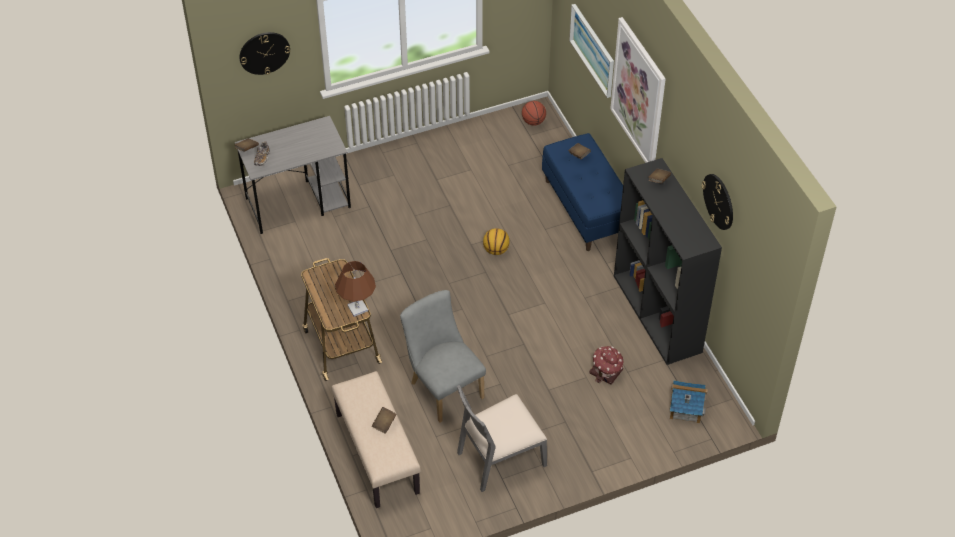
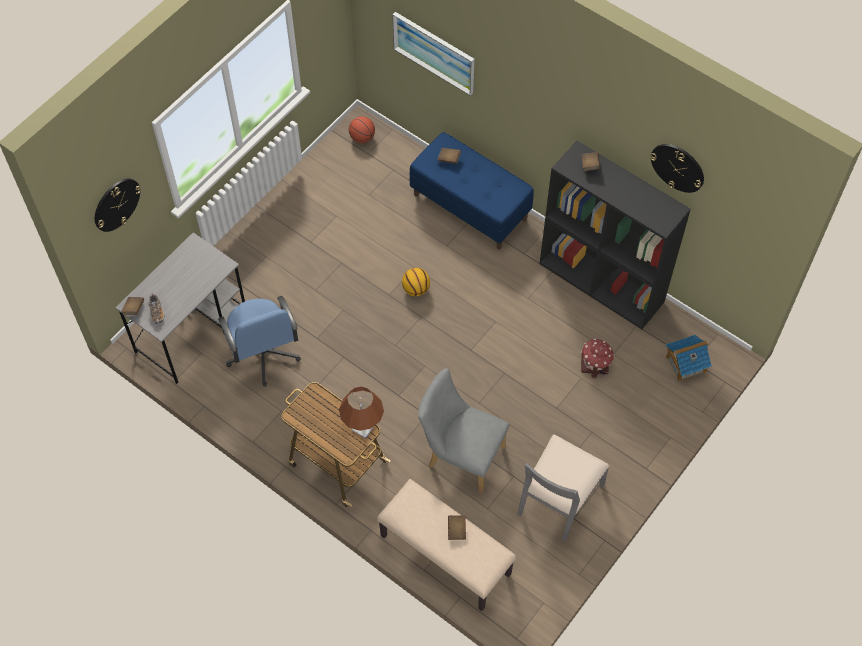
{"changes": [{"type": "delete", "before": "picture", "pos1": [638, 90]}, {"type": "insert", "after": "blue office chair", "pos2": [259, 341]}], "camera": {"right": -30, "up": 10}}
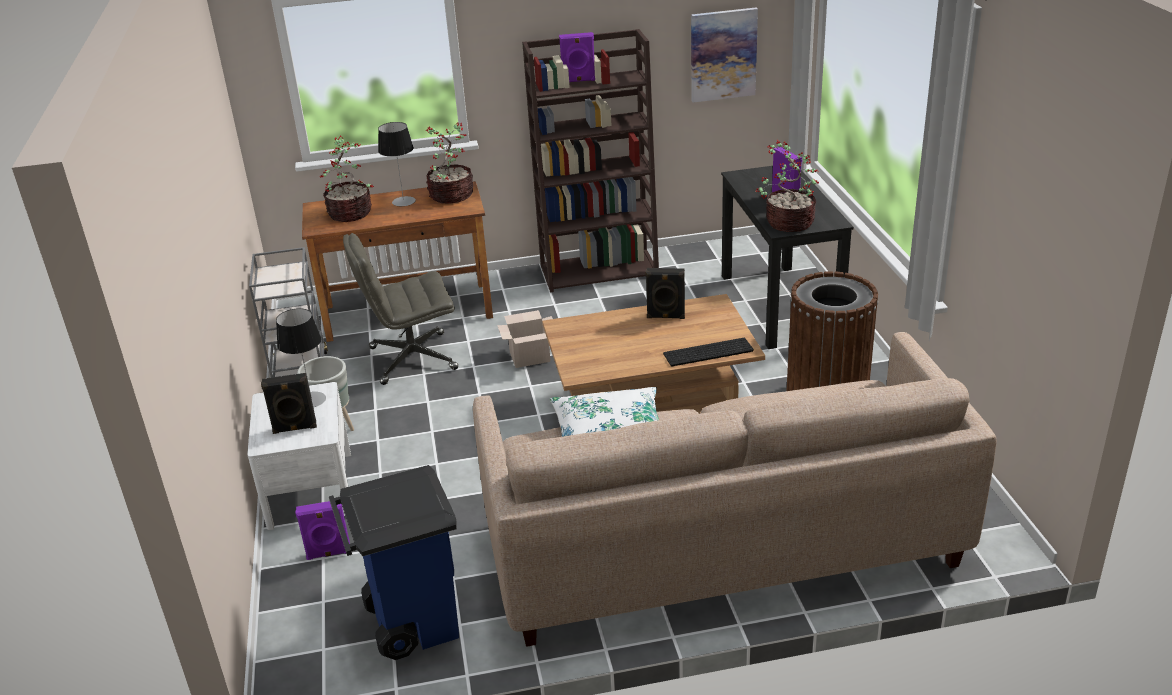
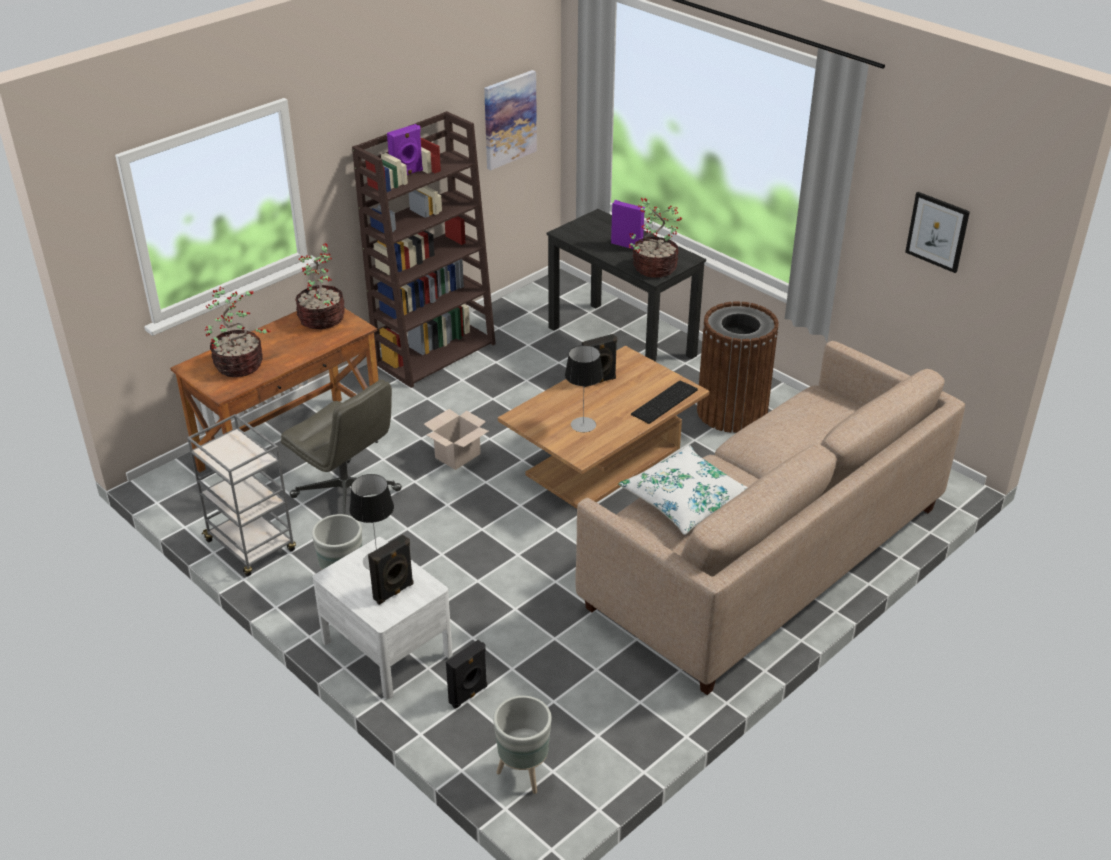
{"changes": [{"type": "delete", "before": "blue trash can", "pos1": [394, 562]}, {"type": "insert", "after": "grey planter", "pos2": [522, 745]}, {"type": "insert", "after": "picture", "pos2": [937, 232]}, {"type": "move", "before": "table lamp", "pos1": [397, 164], "pos2": [584, 388]}, {"type": "recolor", "before": "purple speaker", "after": "black speaker", "pos1": [322, 530], "pos2": [466, 674]}, {"type": "rotate", "before": "grey office chair", "pos1": [400, 309], "pos2": [341, 447], "turn": -90}], "camera": {"right": -35, "up": 5}}
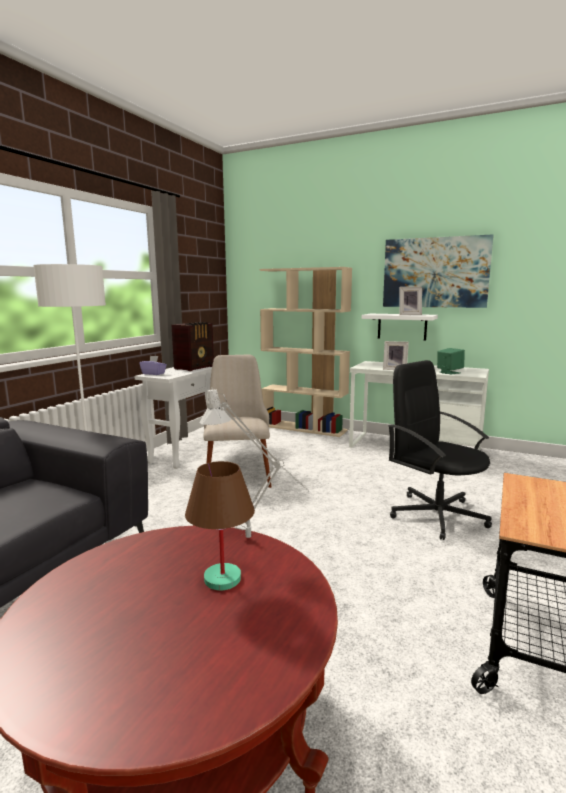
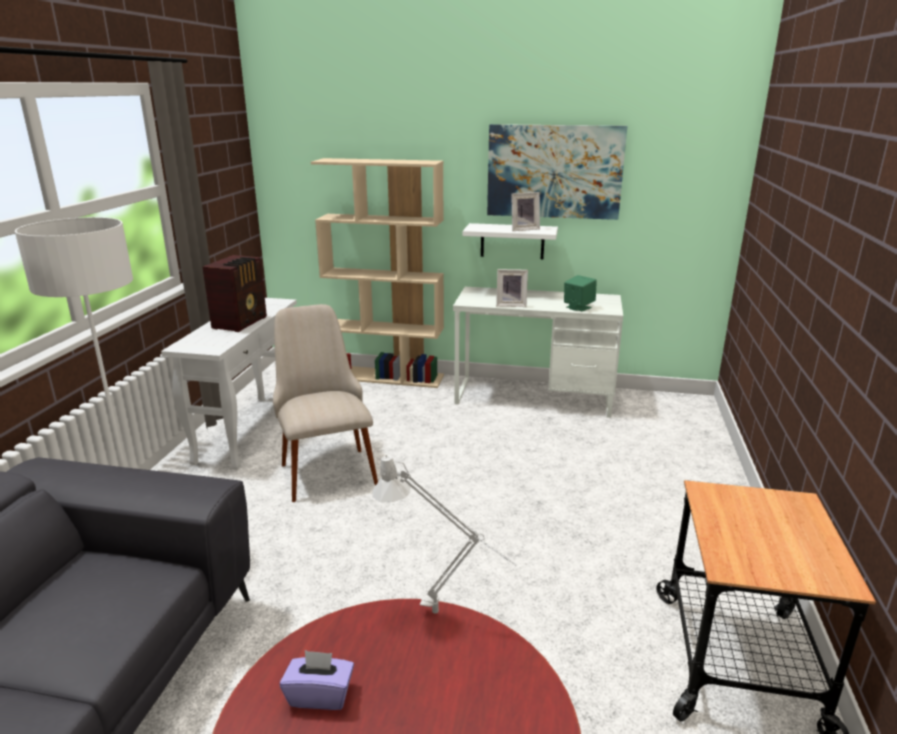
{"changes": [{"type": "delete", "before": "brown table lamp", "pos1": [220, 526]}, {"type": "delete", "before": "black office chair", "pos1": [440, 450]}, {"type": "move", "before": "purple tissue box", "pos1": [153, 365], "pos2": [317, 680]}], "camera": {"right": -15, "up": 10}}
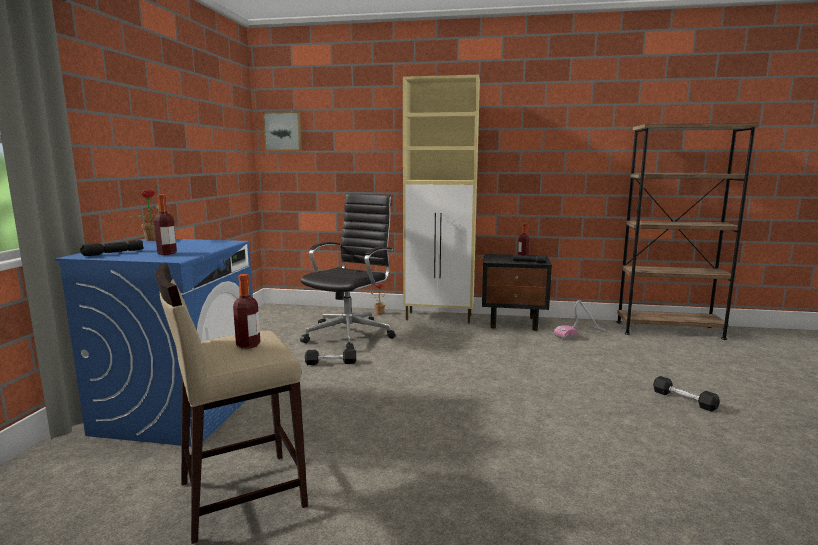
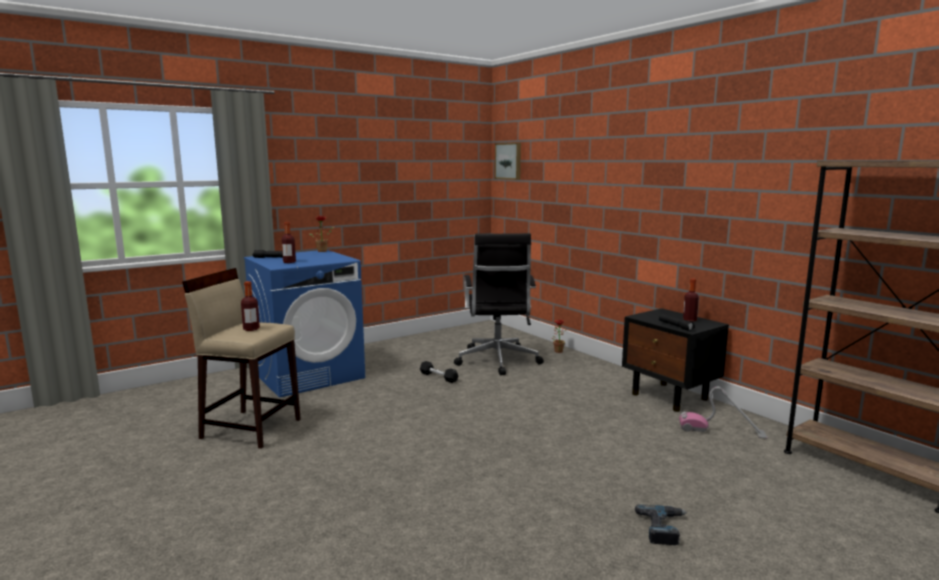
{"changes": [{"type": "delete", "before": "beige cabinet", "pos1": [441, 199]}, {"type": "replace", "before": "black dumbbell", "after": "power drill", "pos1": [686, 393], "pos2": [661, 524]}, {"type": "rotate", "before": "black office chair", "pos1": [348, 271], "pos2": [499, 304], "turn": 105}], "camera": {"right": 45, "up": 0}}
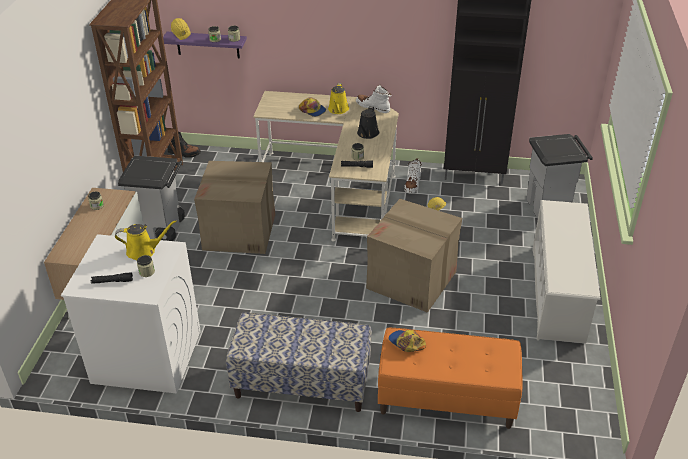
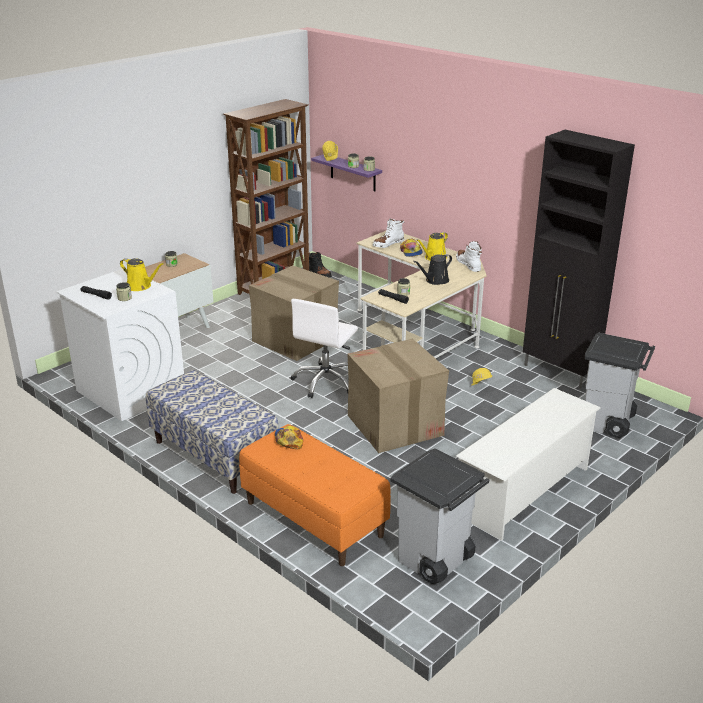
{"changes": [{"type": "insert", "after": "white office chair", "pos2": [324, 348]}, {"type": "move", "before": "grey trash can", "pos1": [151, 198], "pos2": [440, 516]}, {"type": "move", "before": "white boot", "pos1": [413, 175], "pos2": [389, 233]}], "camera": {"right": 35, "up": -10}}
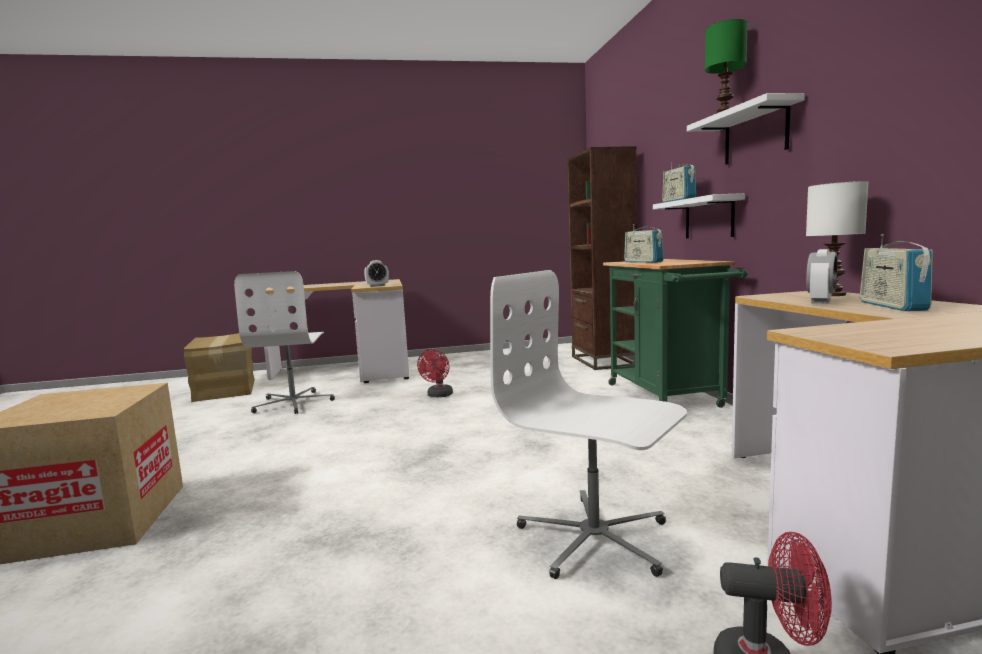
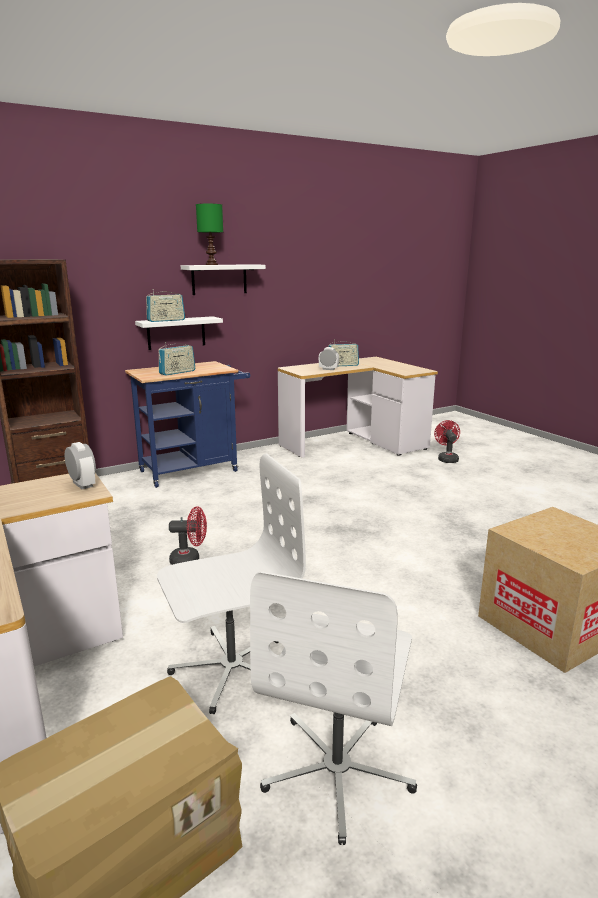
{"changes": [{"type": "delete", "before": "white table lamp", "pos1": [837, 238]}, {"type": "move", "before": "white office chair", "pos1": [588, 424], "pos2": [333, 708]}, {"type": "recolor", "before": "green cart", "after": "blue cart", "pos1": [675, 333], "pos2": [187, 424]}], "camera": {"right": -110, "up": 10}}
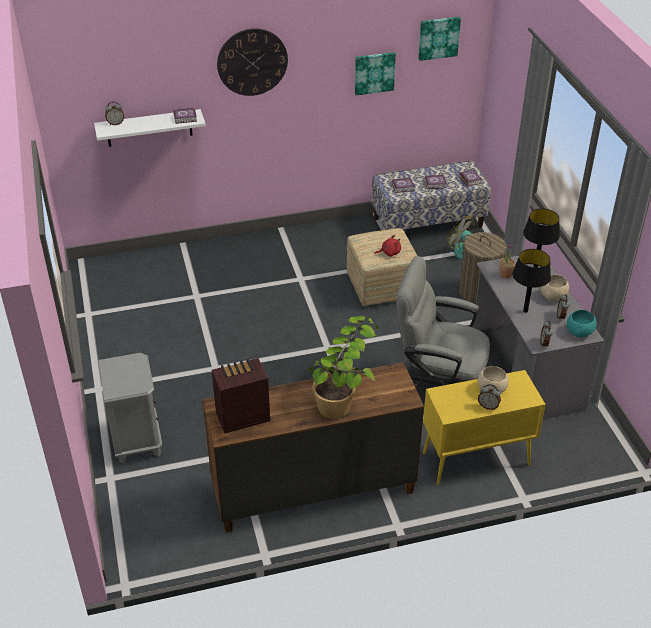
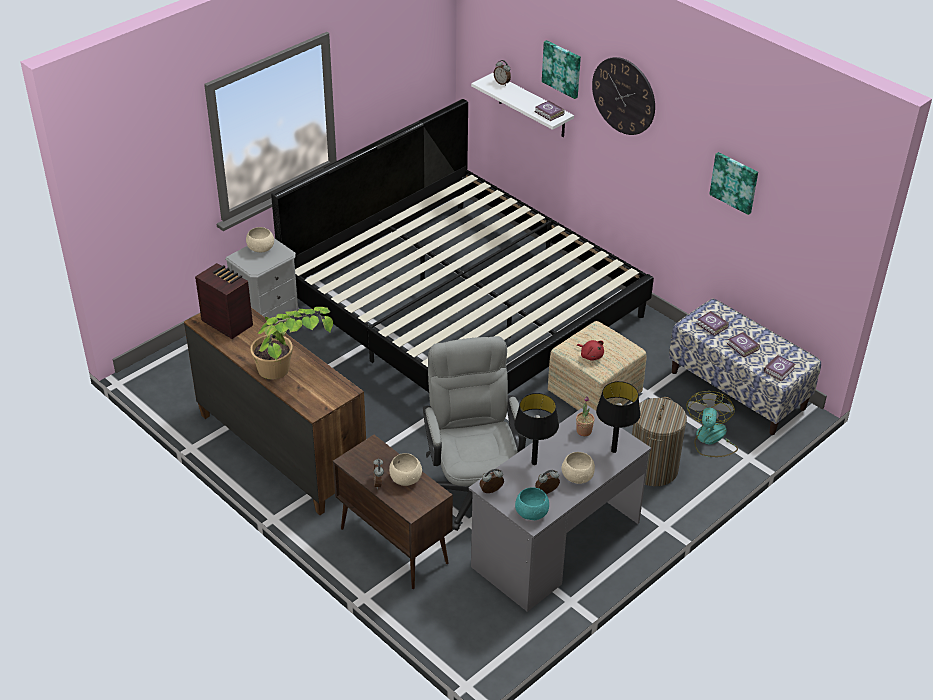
{"changes": [{"type": "insert", "after": "beige bowl", "pos2": [260, 240]}, {"type": "insert", "after": "bed", "pos2": [462, 246]}, {"type": "move", "before": "picture", "pos1": [439, 39], "pos2": [561, 69]}, {"type": "recolor", "before": "yellow cabinet", "after": "brown cabinet", "pos1": [484, 427], "pos2": [393, 512]}], "camera": {"right": 60, "up": 0}}
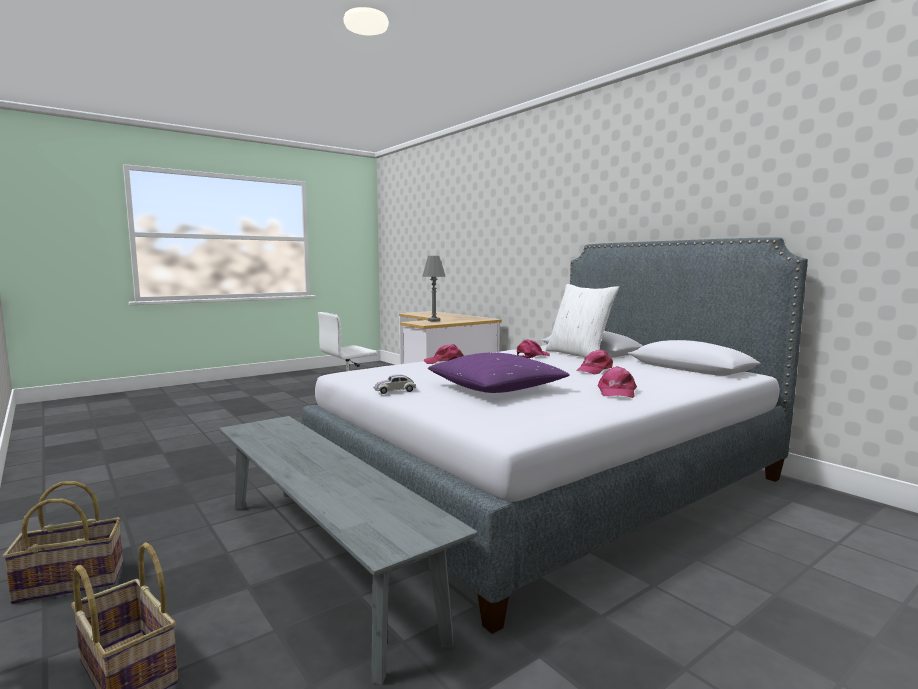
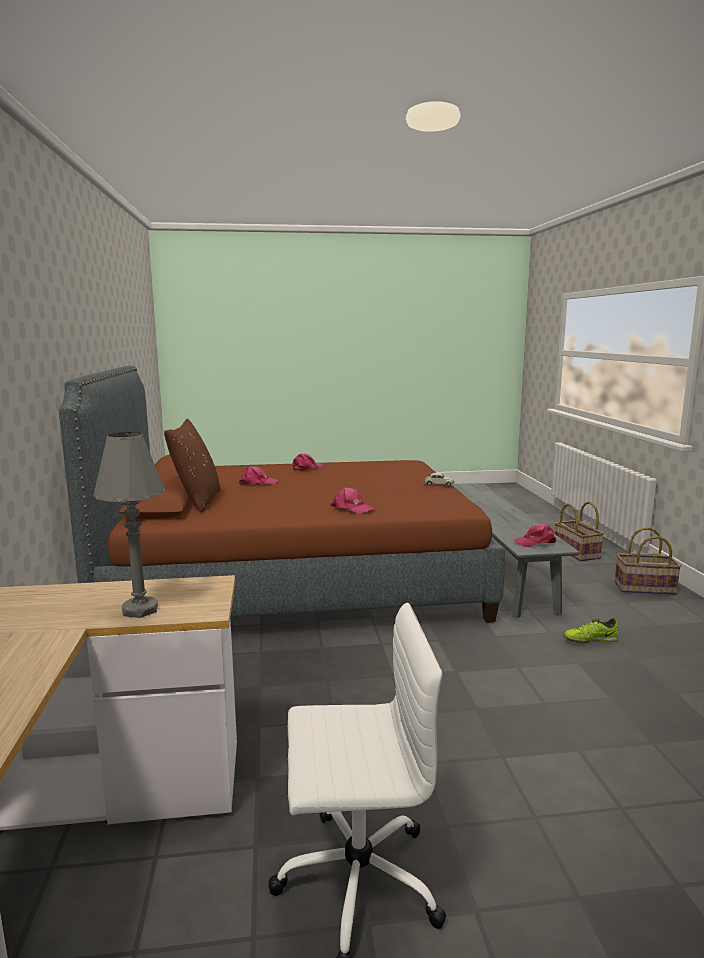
{"changes": [{"type": "delete", "before": "purple pillow", "pos1": [499, 372]}, {"type": "insert", "after": "shoe", "pos2": [590, 630]}, {"type": "move", "before": "pink cap", "pos1": [533, 348], "pos2": [535, 535]}, {"type": "recolor", "before": "grey bed", "after": "brown bed", "pos1": [555, 435], "pos2": [282, 494]}, {"type": "recolor", "before": "white pillow", "after": "brown pillow", "pos1": [582, 320], "pos2": [192, 466]}], "camera": {"right": -150, "up": 5}}
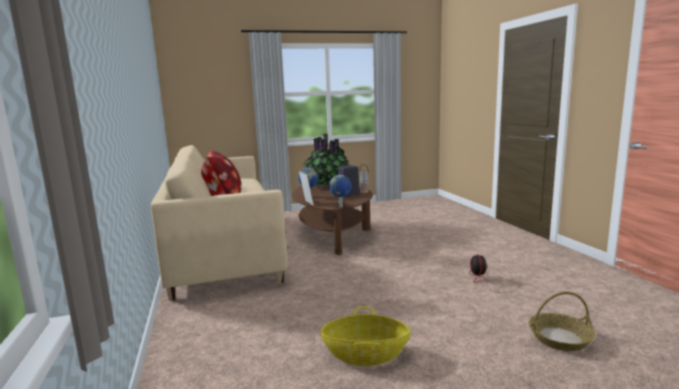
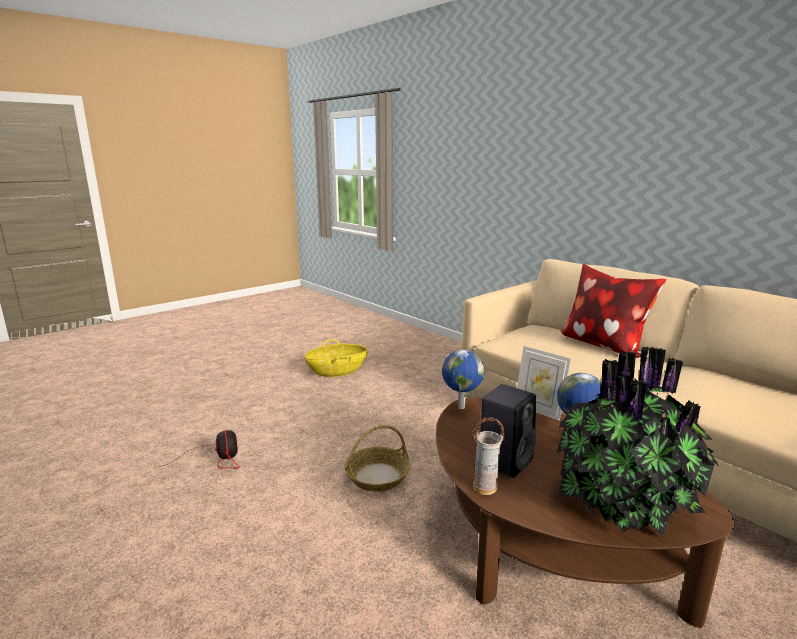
{"changes": [{"type": "move", "before": "basket", "pos1": [562, 321], "pos2": [377, 458]}], "camera": {"right": 155, "up": 5}}
